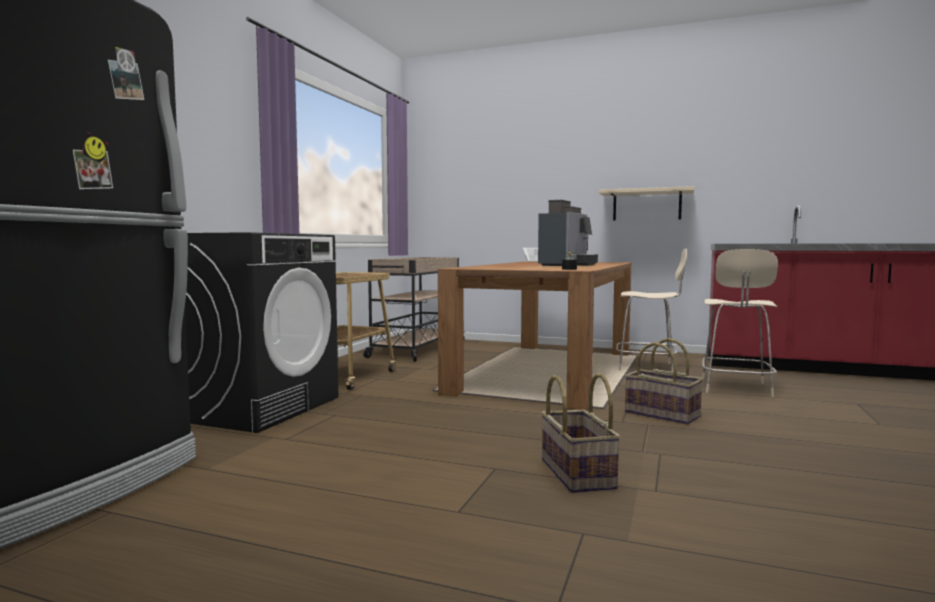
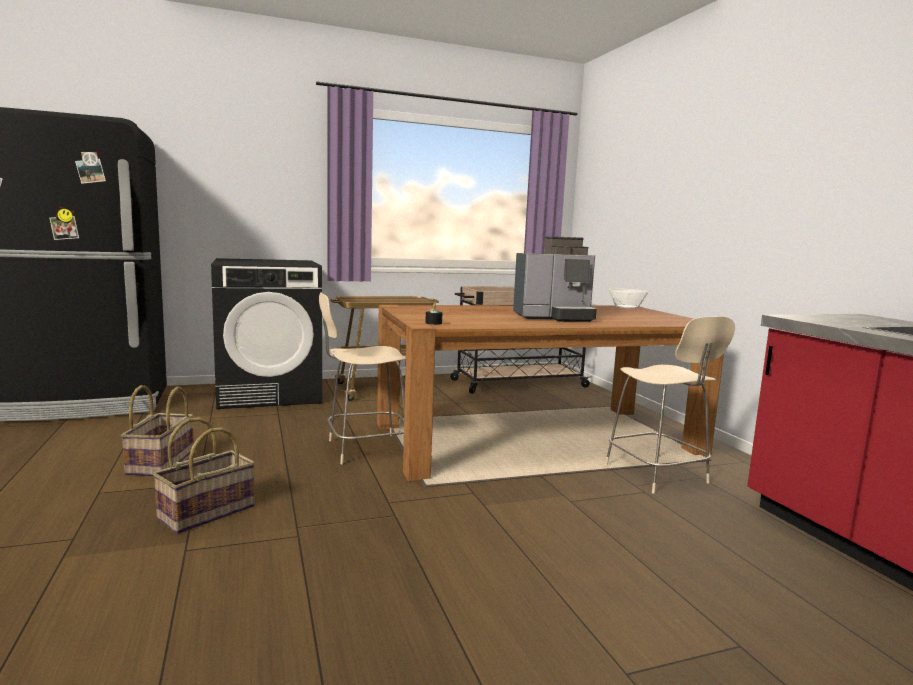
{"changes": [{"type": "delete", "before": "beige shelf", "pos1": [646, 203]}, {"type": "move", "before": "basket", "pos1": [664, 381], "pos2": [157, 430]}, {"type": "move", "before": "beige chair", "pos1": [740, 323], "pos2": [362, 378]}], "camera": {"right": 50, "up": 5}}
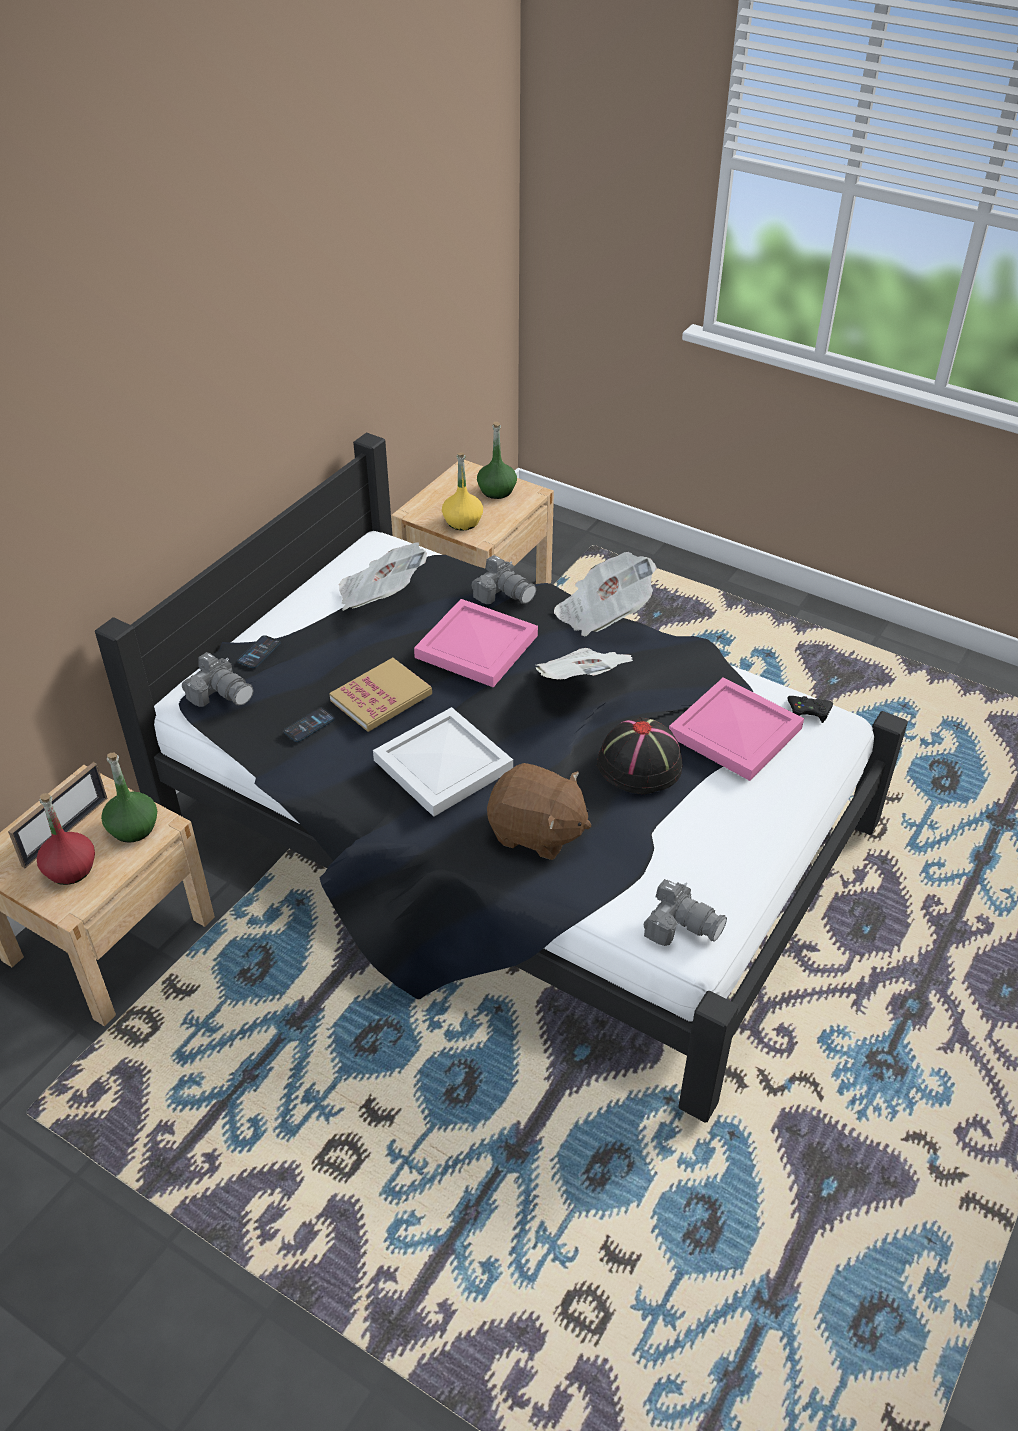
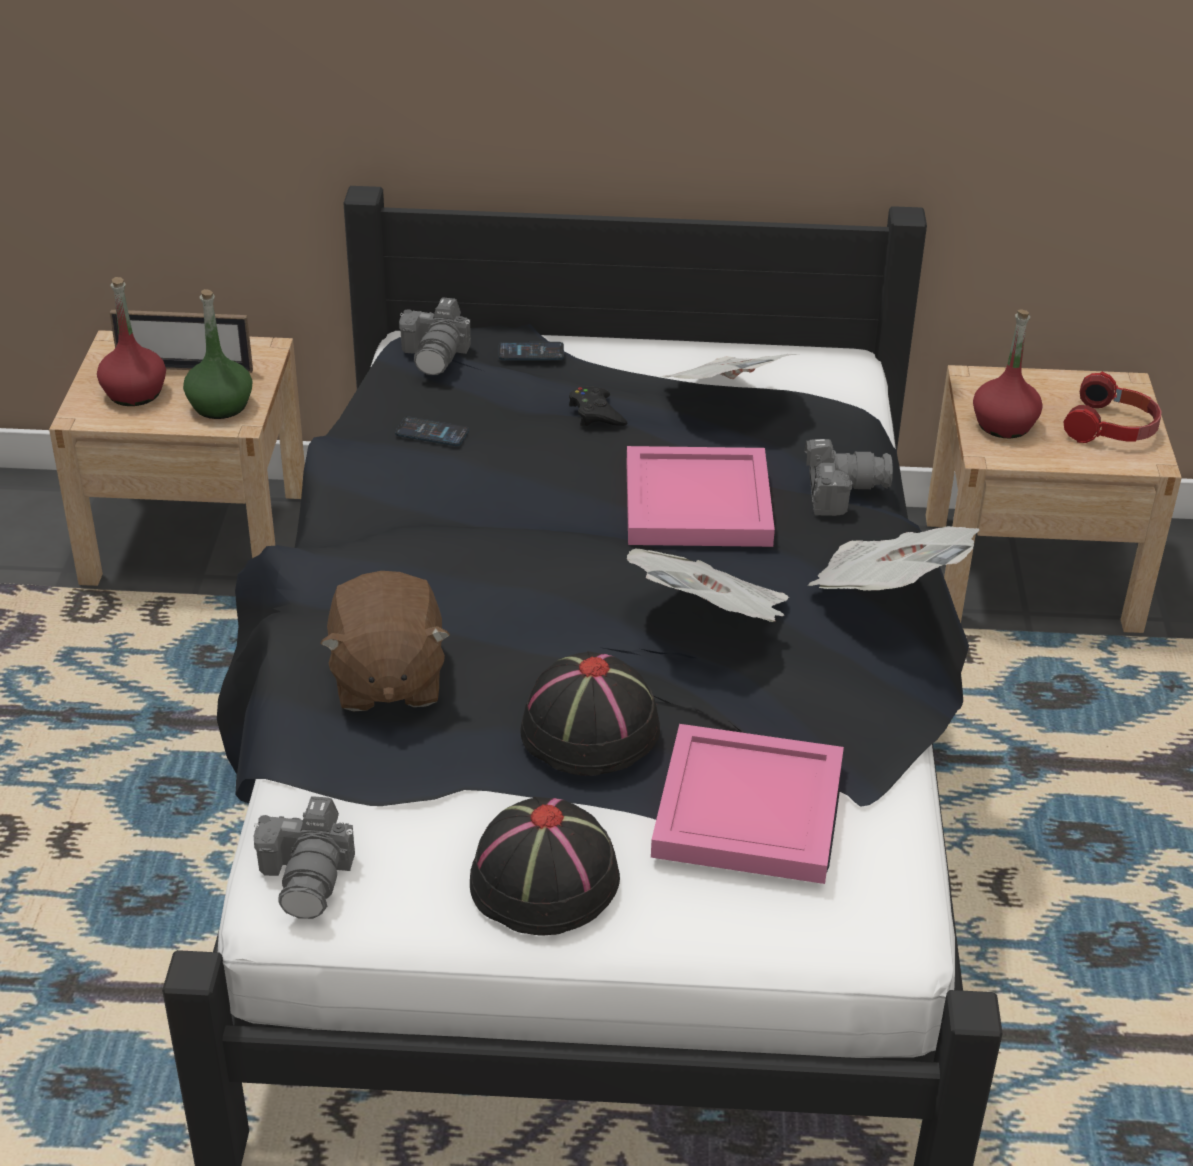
{"changes": [{"type": "delete", "before": "book", "pos1": [380, 695]}, {"type": "delete", "before": "white tray", "pos1": [443, 762]}, {"type": "insert", "after": "black hat", "pos2": [545, 866]}, {"type": "move", "before": "black game controller", "pos1": [810, 709], "pos2": [598, 406]}, {"type": "replace", "before": "green bottle", "after": "headphones", "pos1": [497, 460], "pos2": [1113, 407]}, {"type": "recolor", "before": "yellow bottle", "after": "red bottle", "pos1": [462, 491], "pos2": [1008, 373]}, {"type": "rotate", "before": "photo camera", "pos1": [503, 579], "pos2": [848, 477], "turn": -105}], "camera": {"right": 60, "up": -5}}
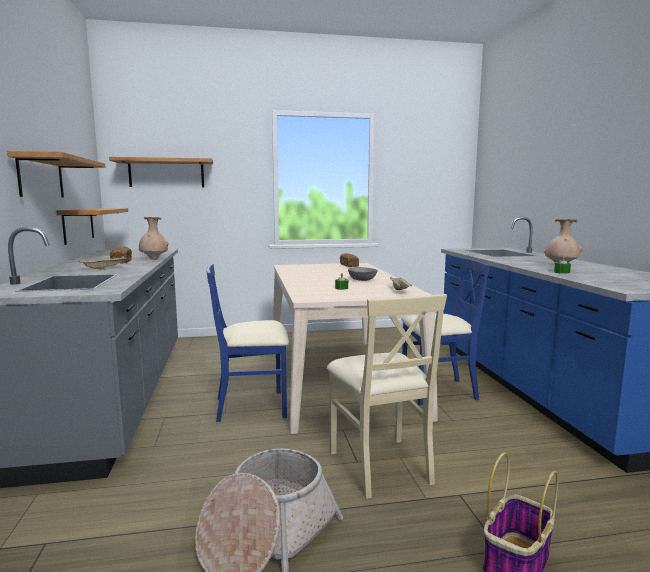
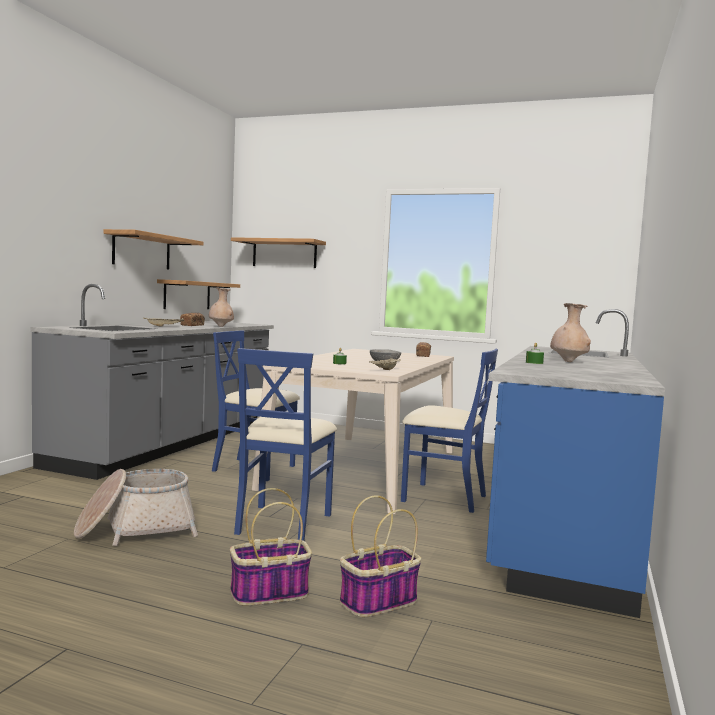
{"changes": [{"type": "insert", "after": "basket", "pos2": [380, 556]}, {"type": "recolor", "before": "beige chair", "after": "blue chair", "pos1": [387, 396], "pos2": [285, 444]}], "camera": {"right": 30, "up": -5}}
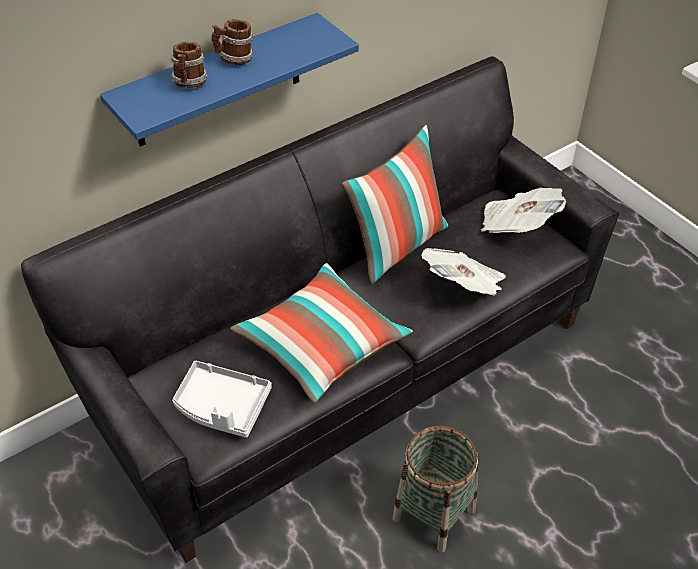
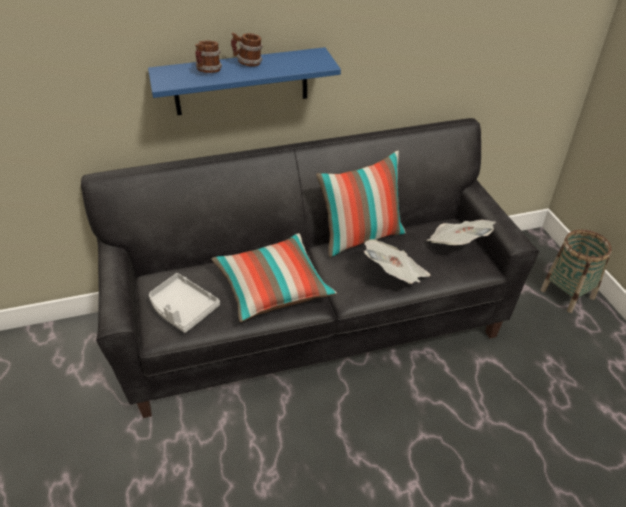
{"changes": [{"type": "move", "before": "basket", "pos1": [435, 489], "pos2": [576, 271]}], "camera": {"right": 20, "up": -5}}
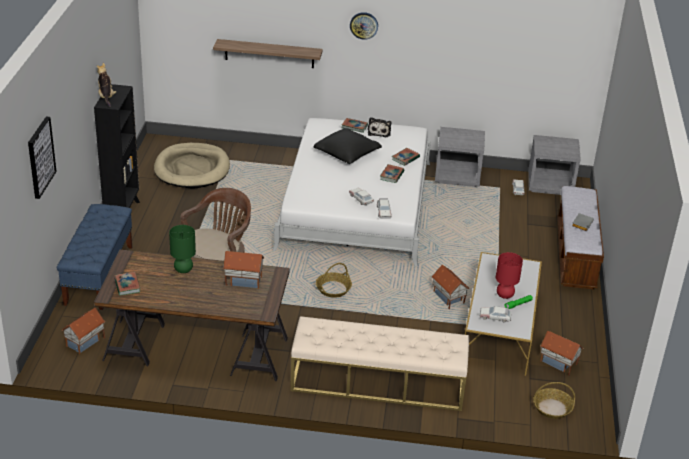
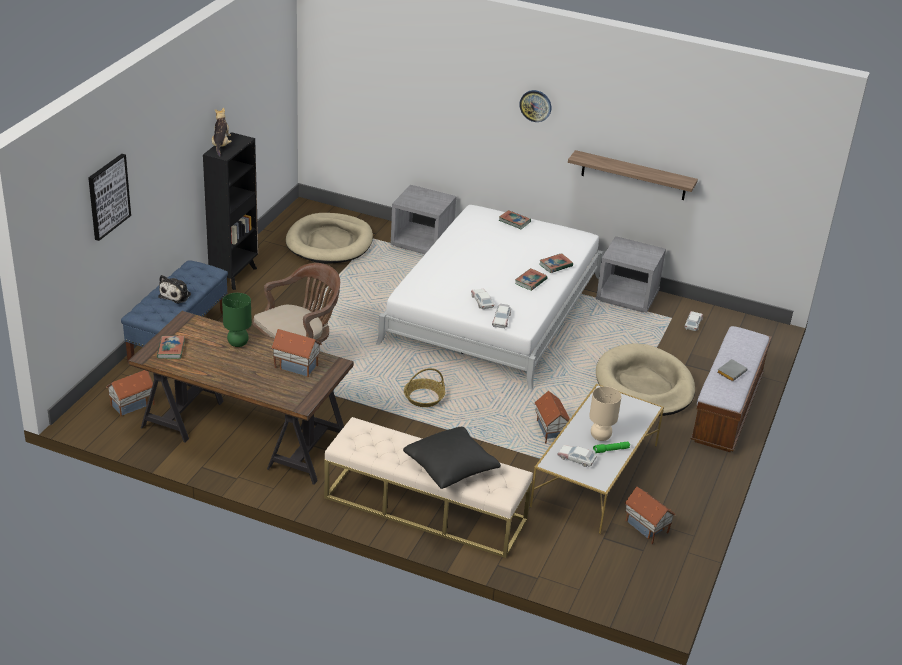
{"changes": [{"type": "delete", "before": "basket", "pos1": [554, 400]}, {"type": "insert", "after": "beige dog bed", "pos2": [645, 379]}, {"type": "move", "before": "shelf", "pos1": [268, 53], "pos2": [633, 175]}, {"type": "move", "before": "black pillow", "pos1": [348, 146], "pos2": [452, 458]}, {"type": "move", "before": "plush toy", "pos1": [379, 127], "pos2": [174, 289]}, {"type": "move", "before": "grey nightstand", "pos1": [554, 165], "pos2": [423, 219]}, {"type": "recolor", "before": "red table lamp", "after": "beige table lamp", "pos1": [509, 275], "pos2": [605, 413]}], "camera": {"right": 15, "up": 0}}
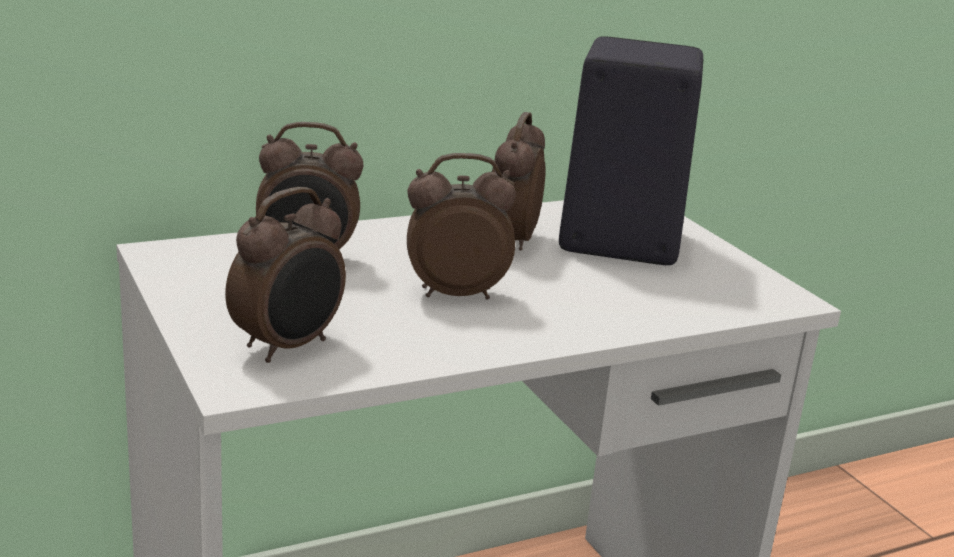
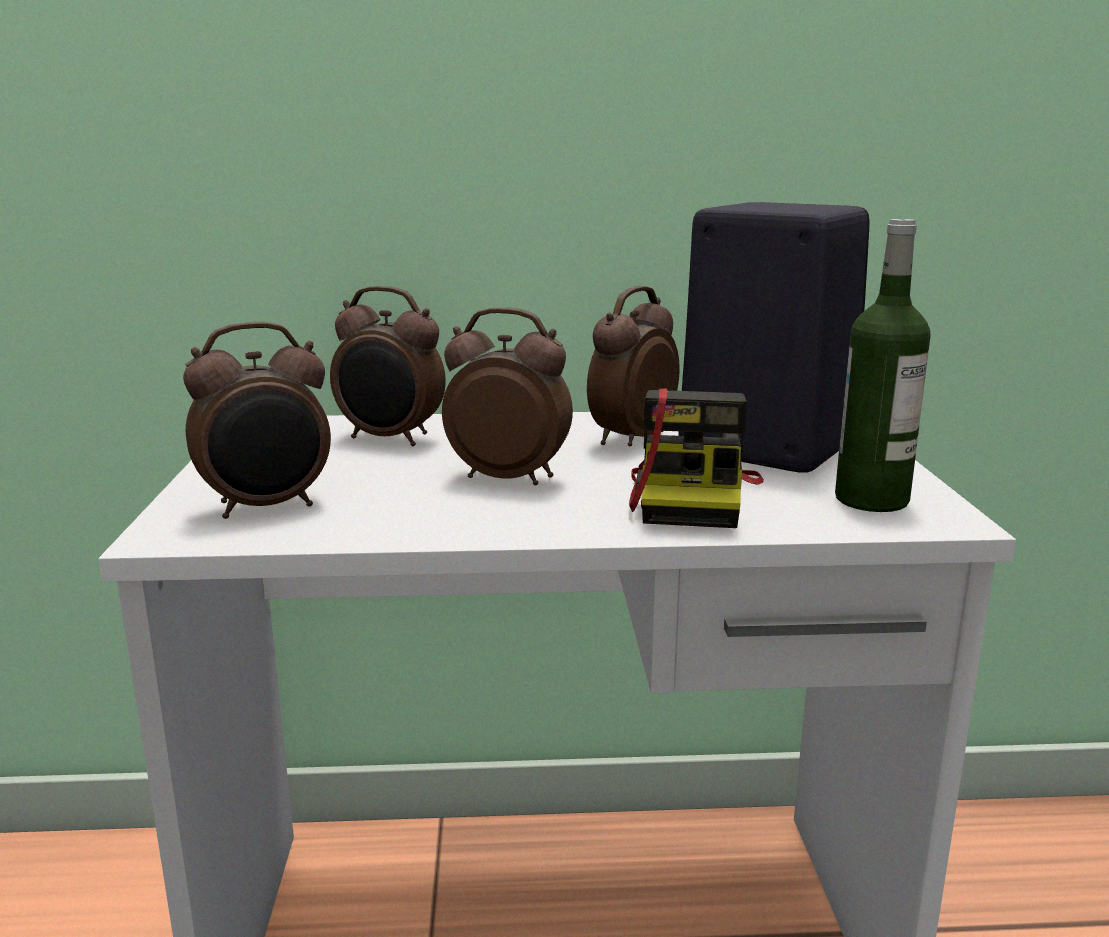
{"changes": [{"type": "insert", "after": "photo camera", "pos2": [696, 458]}, {"type": "insert", "after": "bottle", "pos2": [882, 365]}], "camera": {"right": 25, "up": -5}}
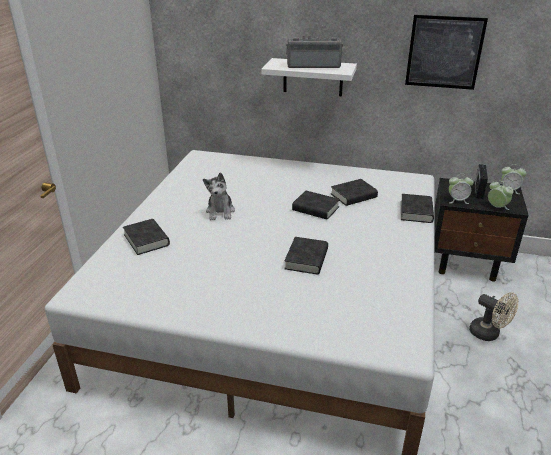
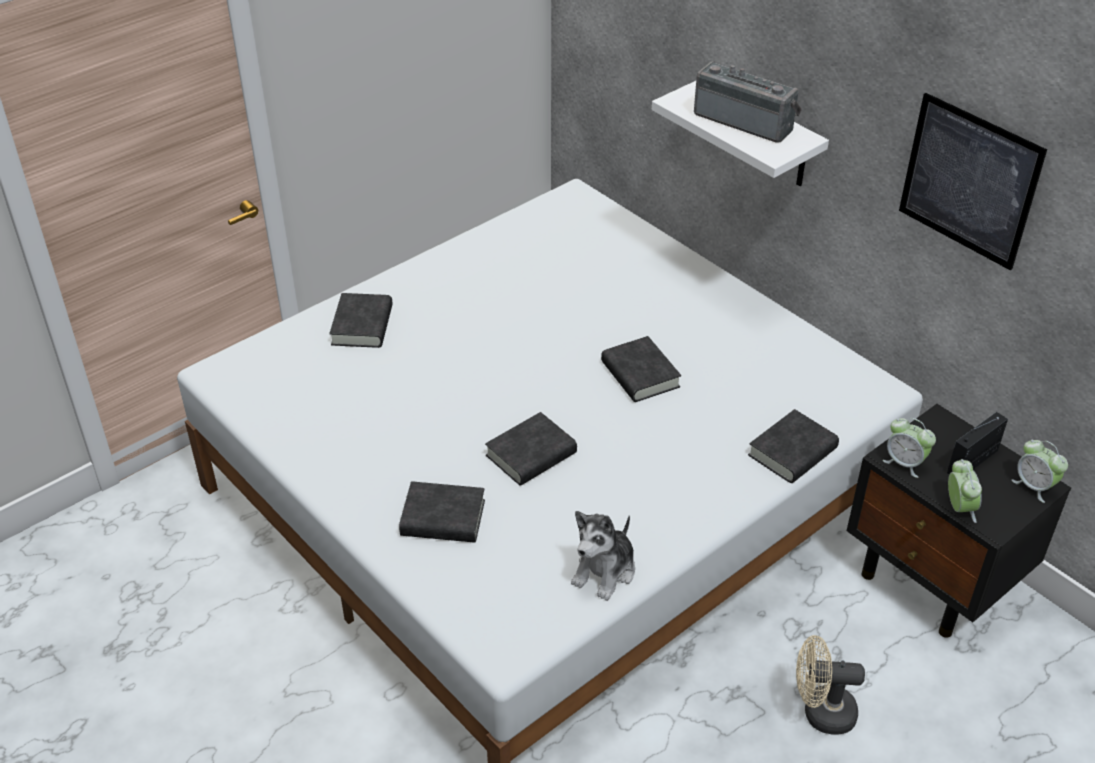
{"changes": [{"type": "move", "before": "plush toy", "pos1": [219, 196], "pos2": [603, 556]}, {"type": "move", "before": "black book", "pos1": [354, 192], "pos2": [442, 512]}, {"type": "rotate", "before": "beige fan", "pos1": [493, 316], "pos2": [830, 685], "turn": 105}], "camera": {"right": 35, "up": 10}}
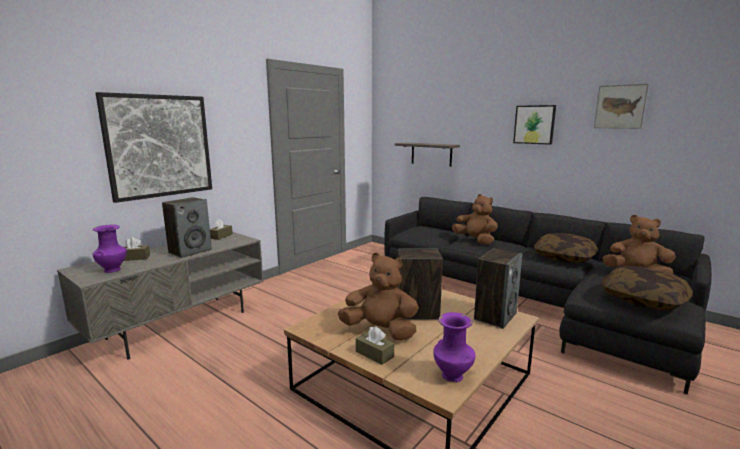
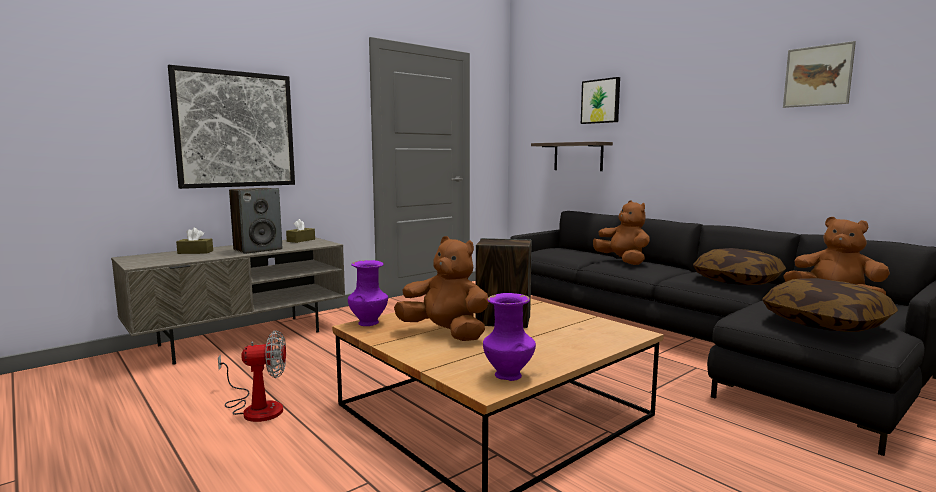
{"changes": [{"type": "delete", "before": "brown tissue box", "pos1": [375, 345]}, {"type": "delete", "before": "speaker", "pos1": [498, 288]}, {"type": "insert", "after": "fan", "pos2": [252, 376]}, {"type": "move", "before": "purple vase", "pos1": [109, 248], "pos2": [368, 293]}, {"type": "move", "before": "picture", "pos1": [534, 125], "pos2": [600, 100]}], "camera": {"right": 10, "up": -5}}
